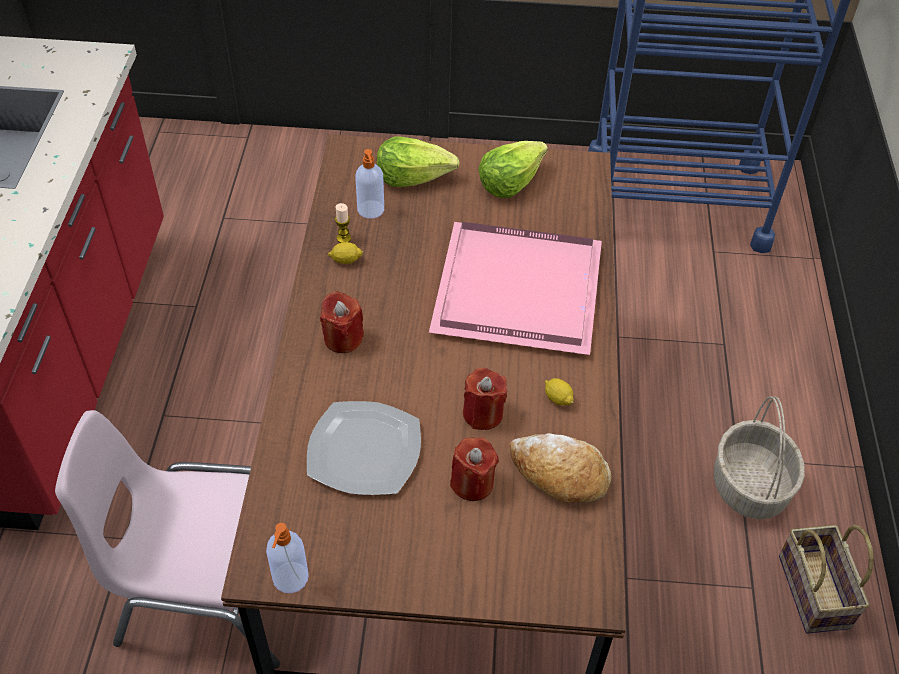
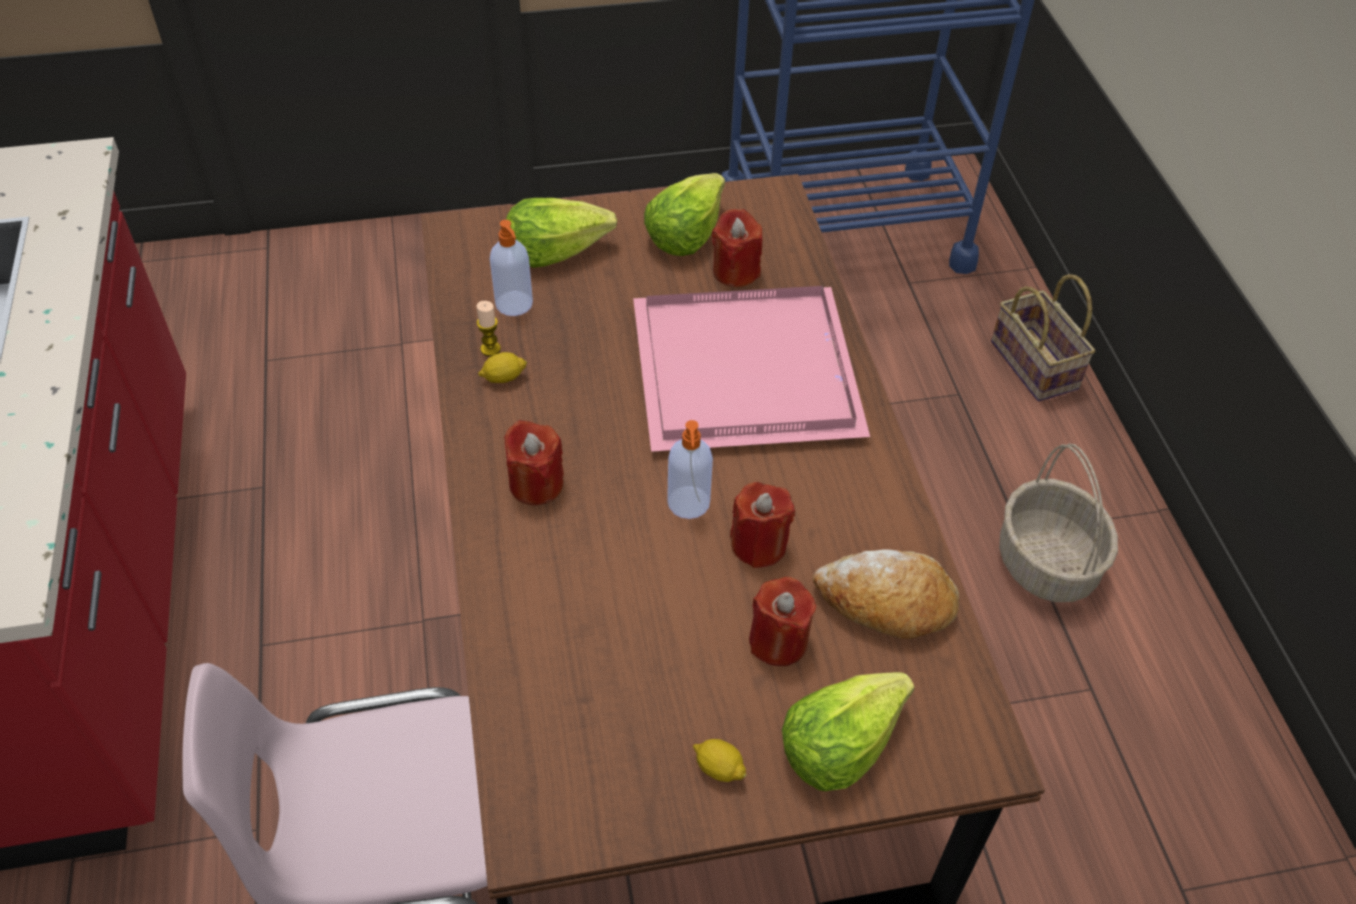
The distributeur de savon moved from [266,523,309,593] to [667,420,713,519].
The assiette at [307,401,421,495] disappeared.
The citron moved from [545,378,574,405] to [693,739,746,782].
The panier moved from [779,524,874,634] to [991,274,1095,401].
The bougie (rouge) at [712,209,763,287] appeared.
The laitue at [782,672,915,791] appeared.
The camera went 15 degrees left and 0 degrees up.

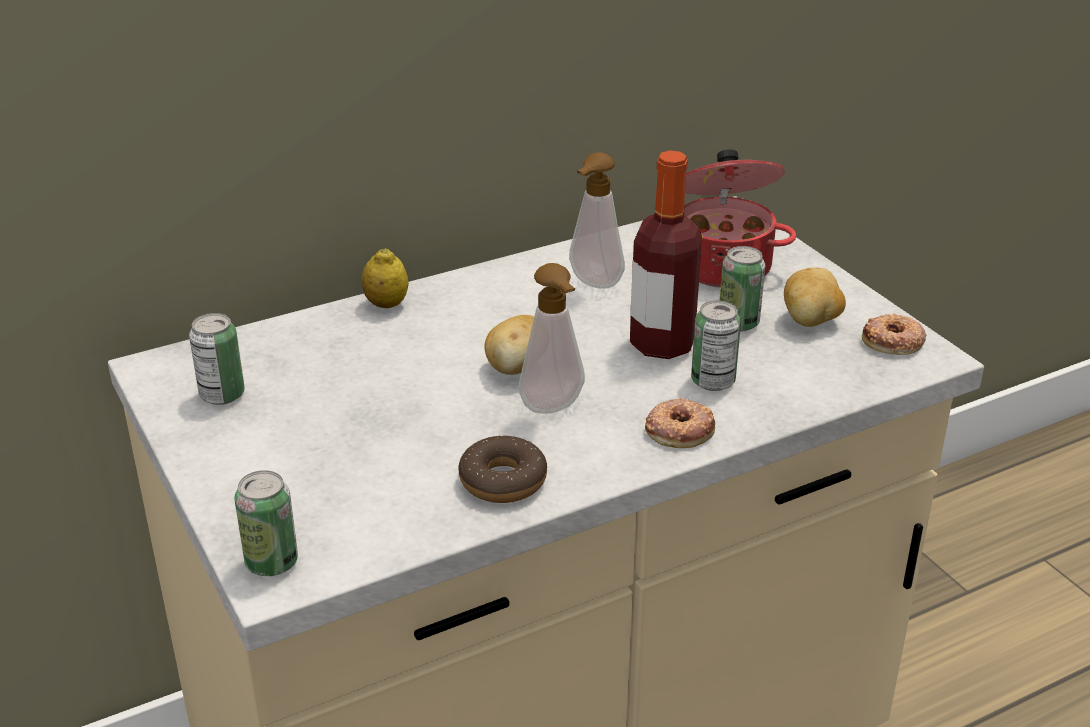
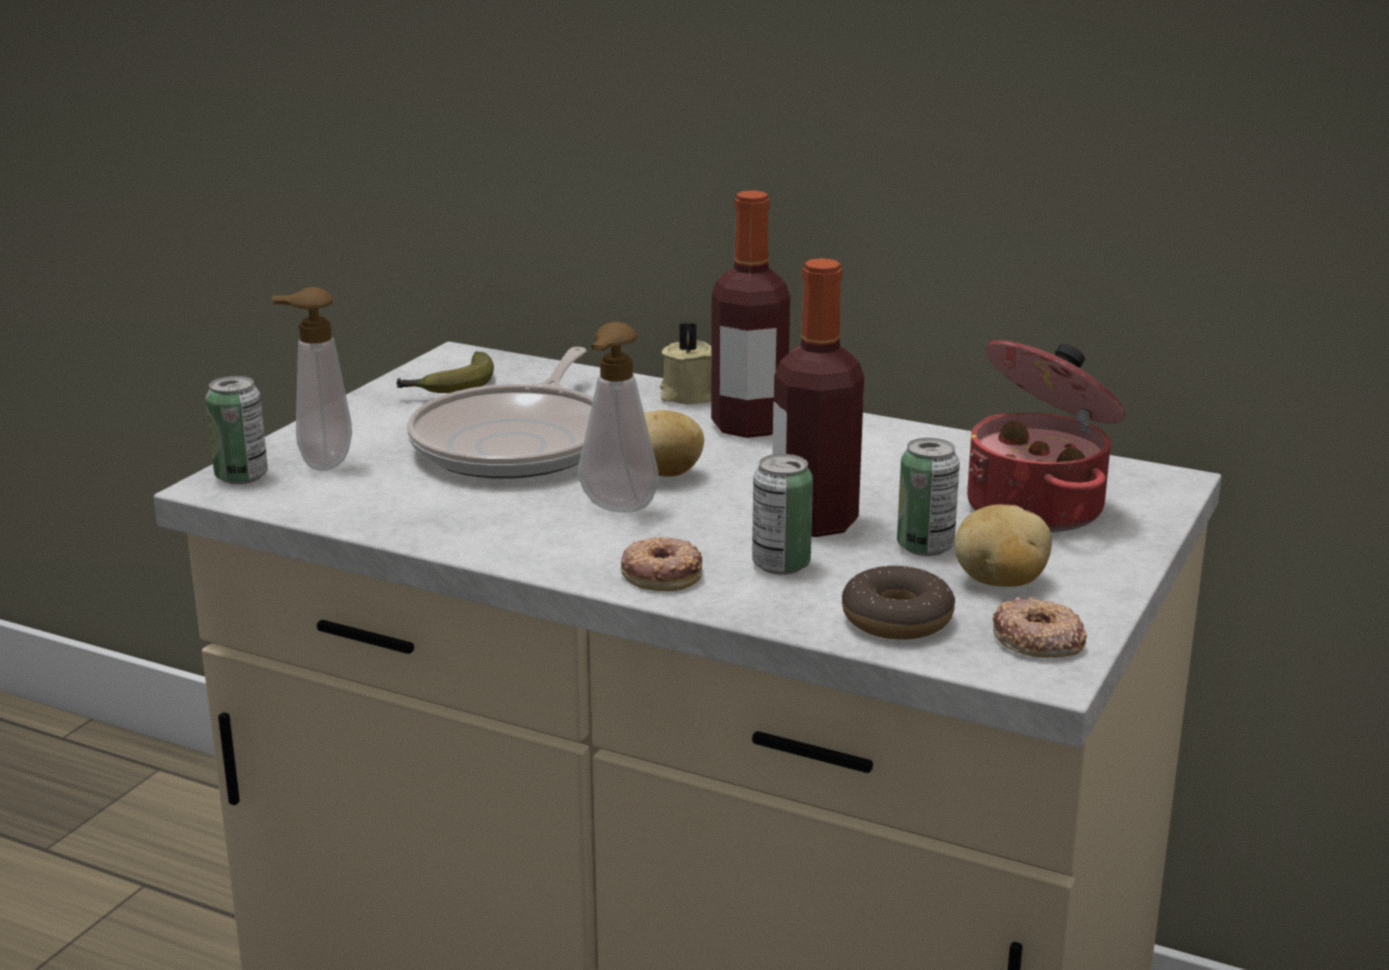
The boîte métallique at [189,313,245,405] was replaced by the banane at [396,351,494,393].
The citron at [361,248,409,308] was replaced by the bougie (beige) at [660,323,711,404].
The beignet moved from [458,436,547,503] to [842,566,955,640].
The distributeur de savon moved from [569,152,625,289] to [272,287,352,471].
The poêle at [407,347,594,479] appeared.
The bouteille at [711,190,790,438] appeared.
The camera went 55 degrees right and 10 degrees down.

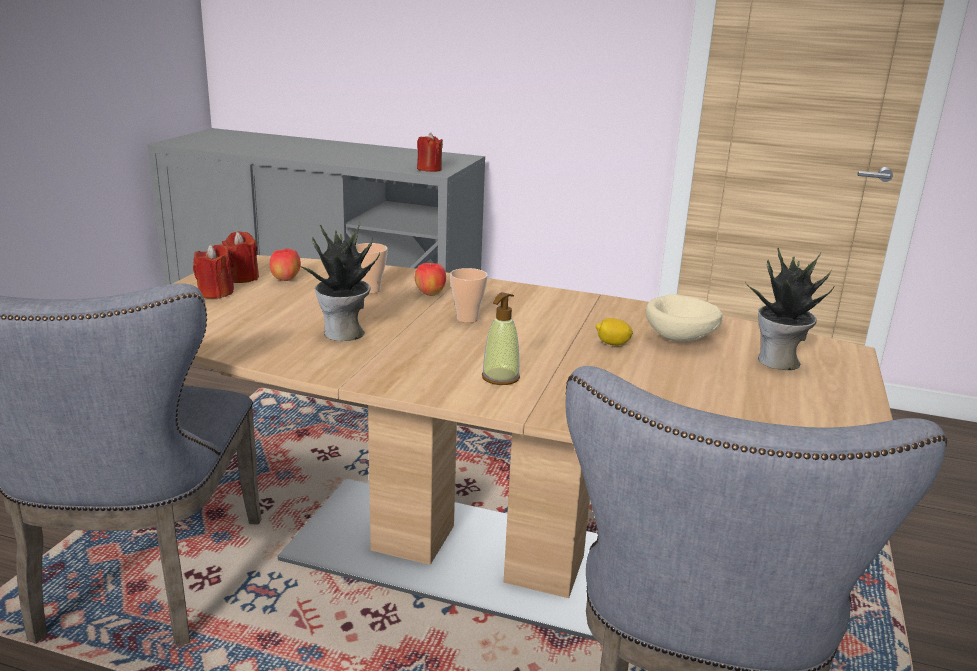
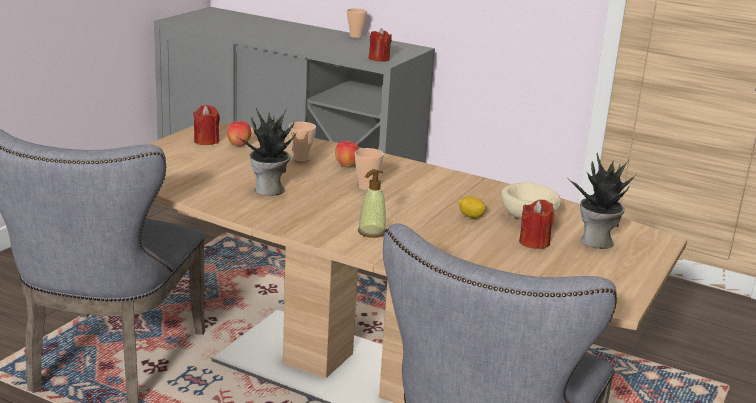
The bougie (rouge) moved from [193,244,234,299] to [519,200,554,249].
The tasse at [347,8,367,38] appeared.
The camera went 10 degrees right and 0 degrees up.

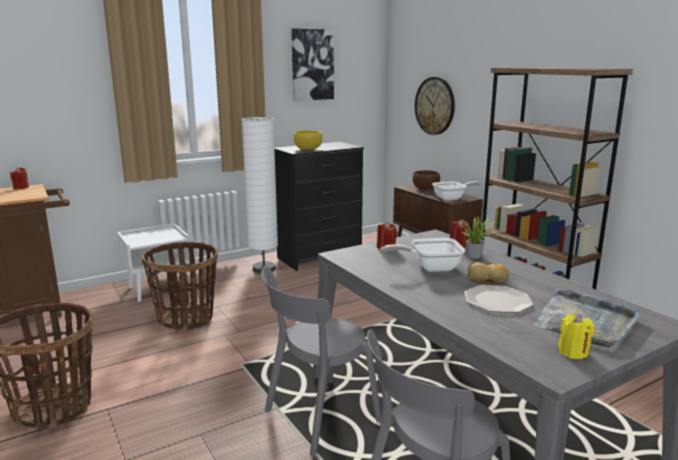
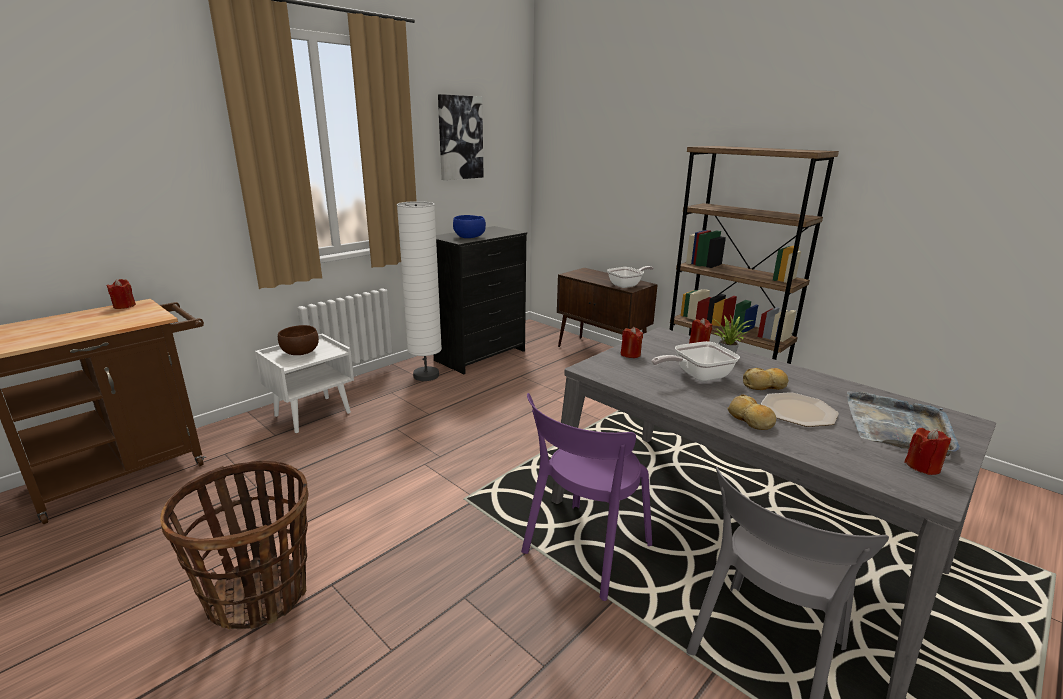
The panier at [142,241,218,331] disappeared.
The chaise (gris) at [261,266,382,456] became the chaise (violet) at [521,393,652,601].
The bol (jaune) at [294,130,322,150] became the bol (bleu) at [453,215,486,238].
The bol (marron) moved from [412,170,440,190] to [278,325,319,355].
The horloge murale at [415,77,455,135] disappeared.
The bougie (jaune) at [558,314,595,359] became the bougie (rouge) at [904,428,951,475].
The pain at [727,394,776,430] appeared.
The camera went 15 degrees left and 5 degrees up.

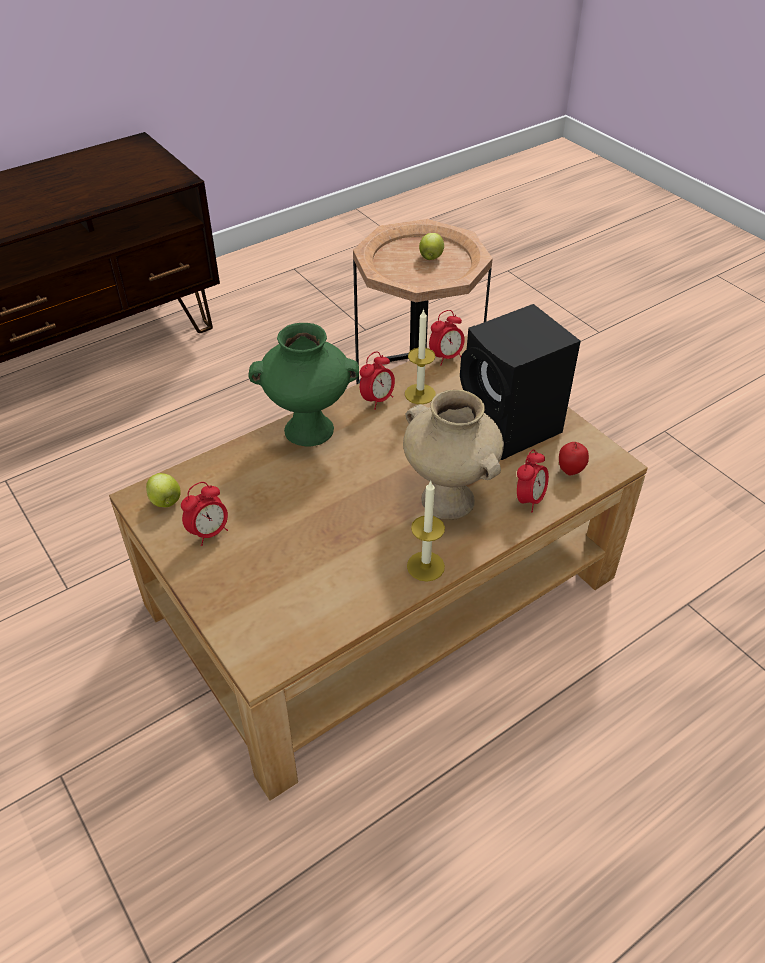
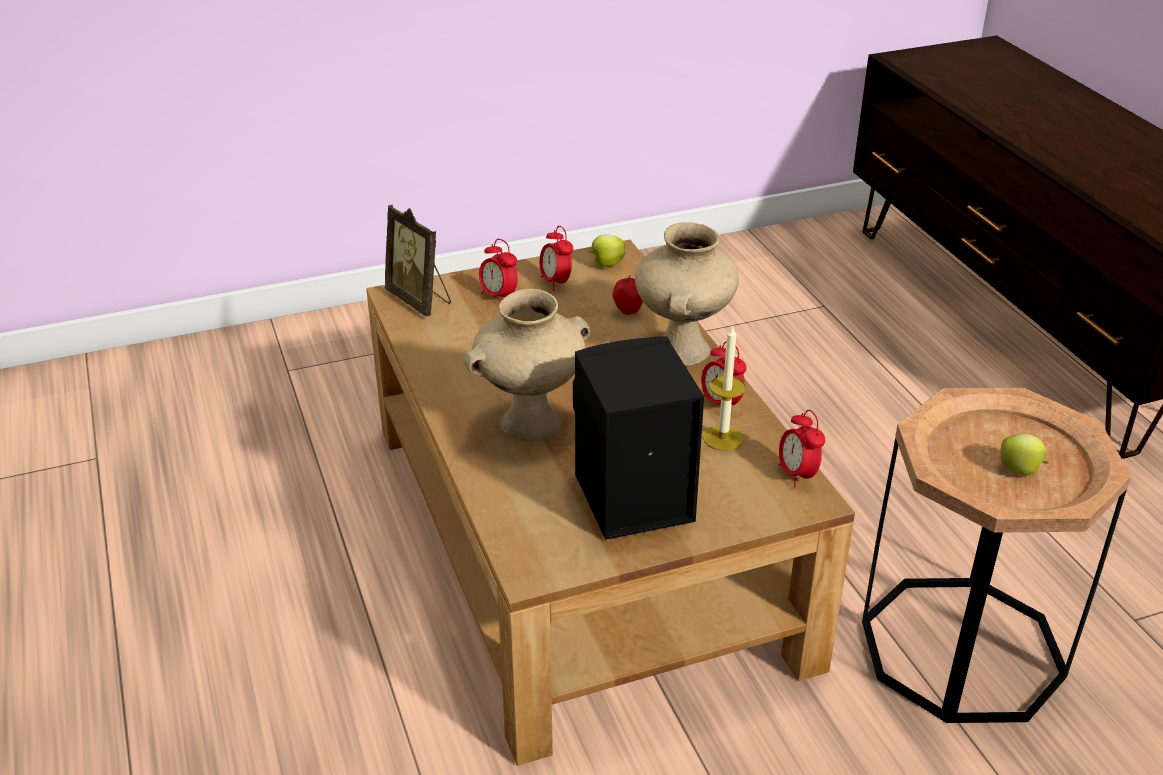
The vase (vert) at [248,323,359,446] became the vase (beige) at [635,222,739,366].
The bougie at [407,481,445,582] disappeared.
The réveil moved from [517,449,549,513] to [479,239,518,301].
The pomme moved from [559,442,589,475] to [612,275,643,315].
The cadre photo at [385,205,451,317] appeared.
The camera went 105 degrees right and 10 degrees down.

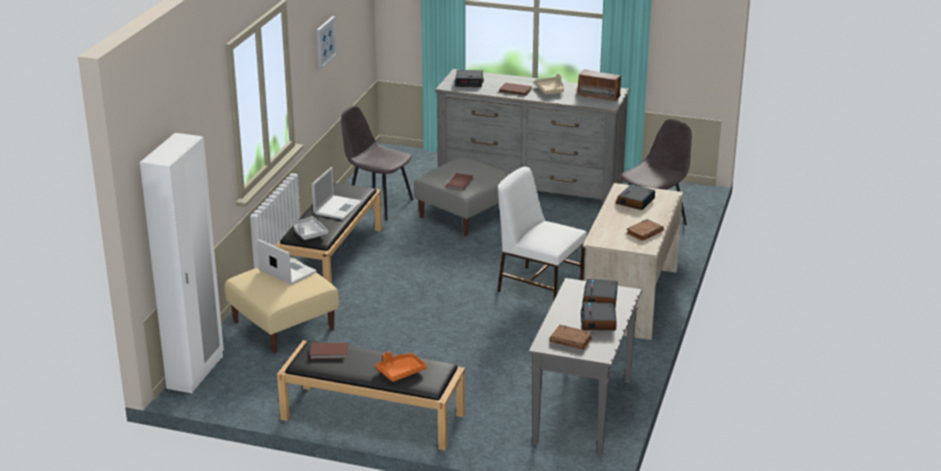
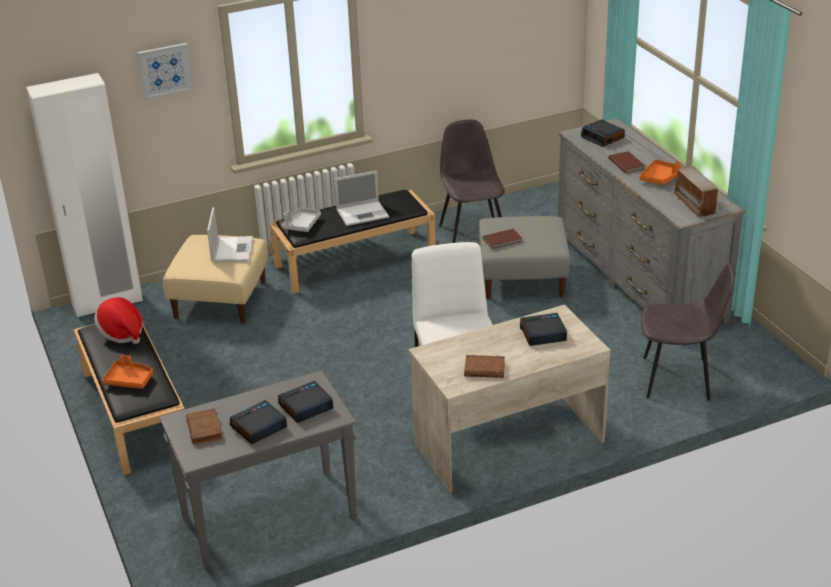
The livre (marron) at [310,343,348,359] was replaced by the chapeau at [94,297,143,344].
The tableau moved from [317,16,337,70] to [137,43,194,100].
The plateau (beige) at [535,74,564,95] became the plateau (orange) at [639,159,682,185].
The camera went 50 degrees right and 5 degrees up.

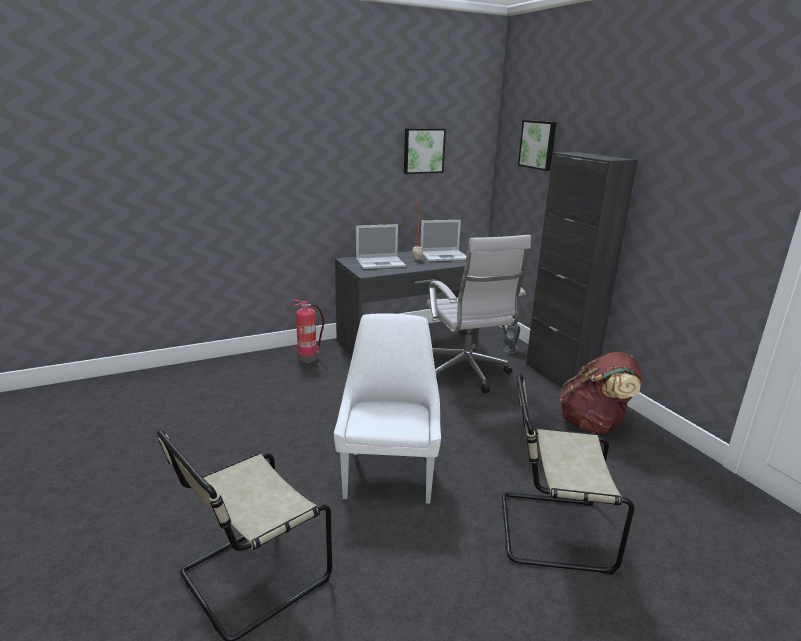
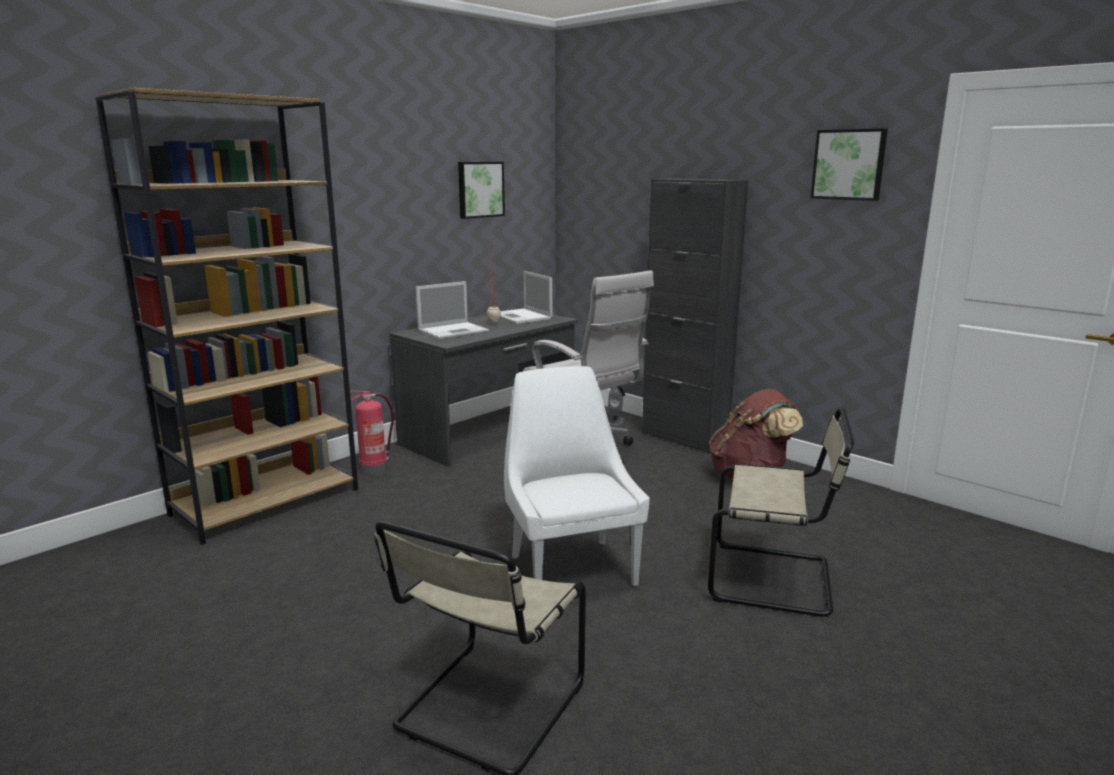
The ordinateur portable at [420,220,466,261] turned 90 degrees clockwise.
The chaise (beige) at [502,373,634,575] turned 150 degrees counterclockwise.
The tableau moved from [518,120,556,171] to [811,128,888,201].
The bibliothèque (marron) at [95,88,358,545] appeared.
The camera went 20 degrees left and 5 degrees down.

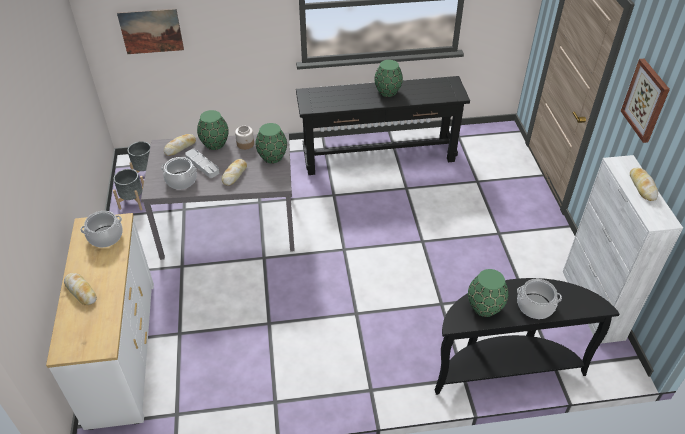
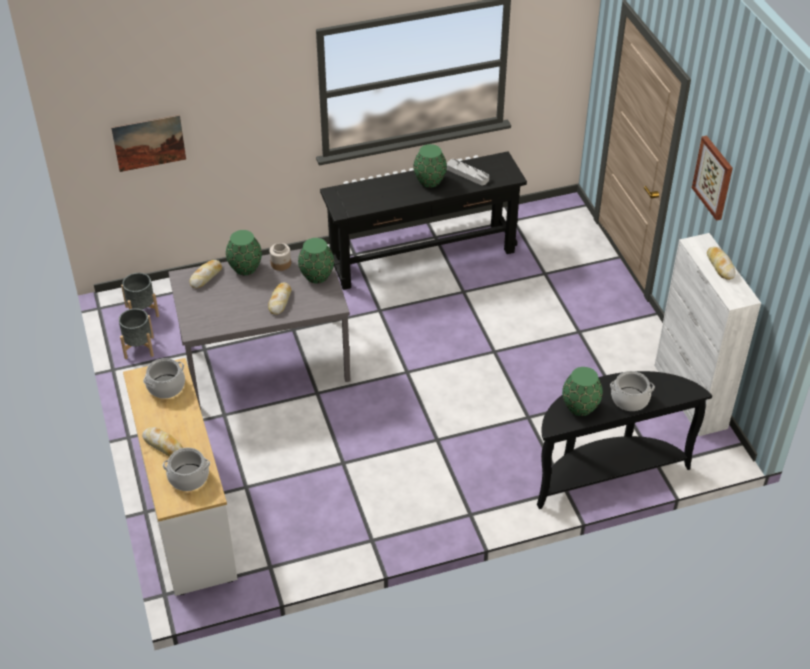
The marmite moved from [161,157,197,189] to [163,448,210,491].
The plateau (gris) moved from [185,149,219,178] to [447,159,489,185].
The camera went 10 degrees left and 0 degrees up.

